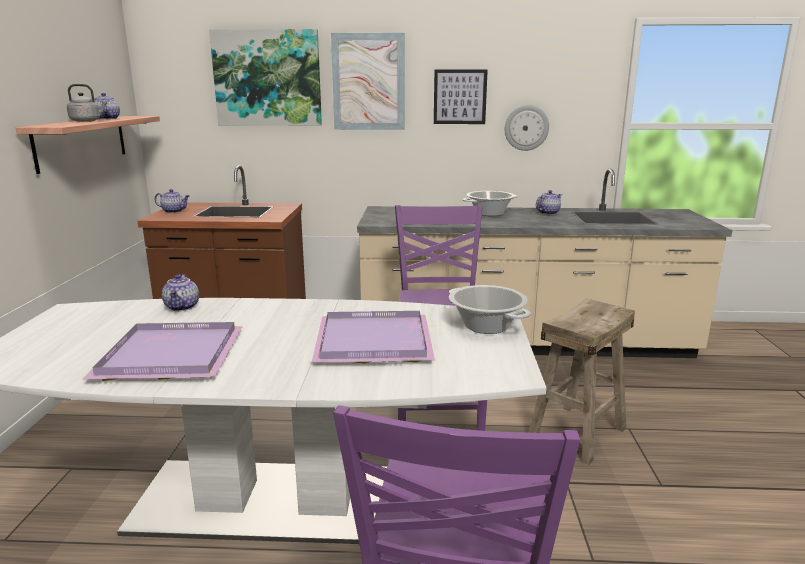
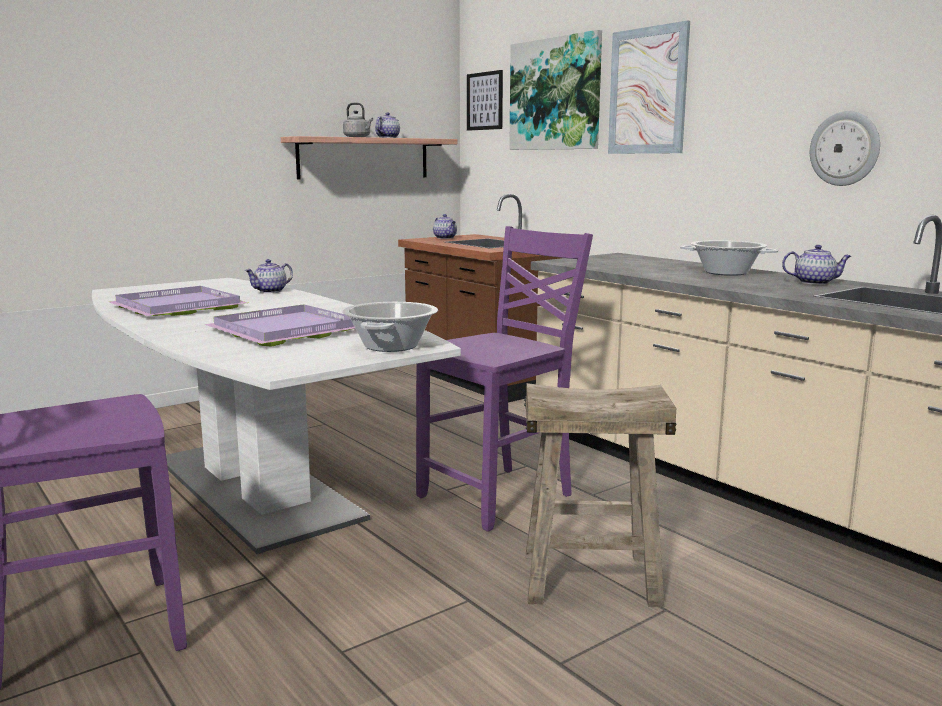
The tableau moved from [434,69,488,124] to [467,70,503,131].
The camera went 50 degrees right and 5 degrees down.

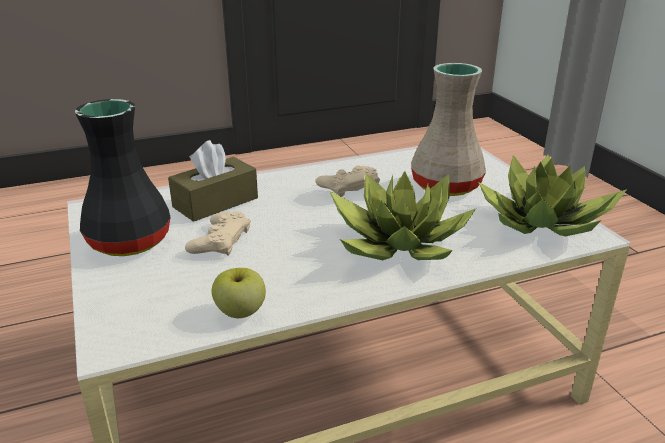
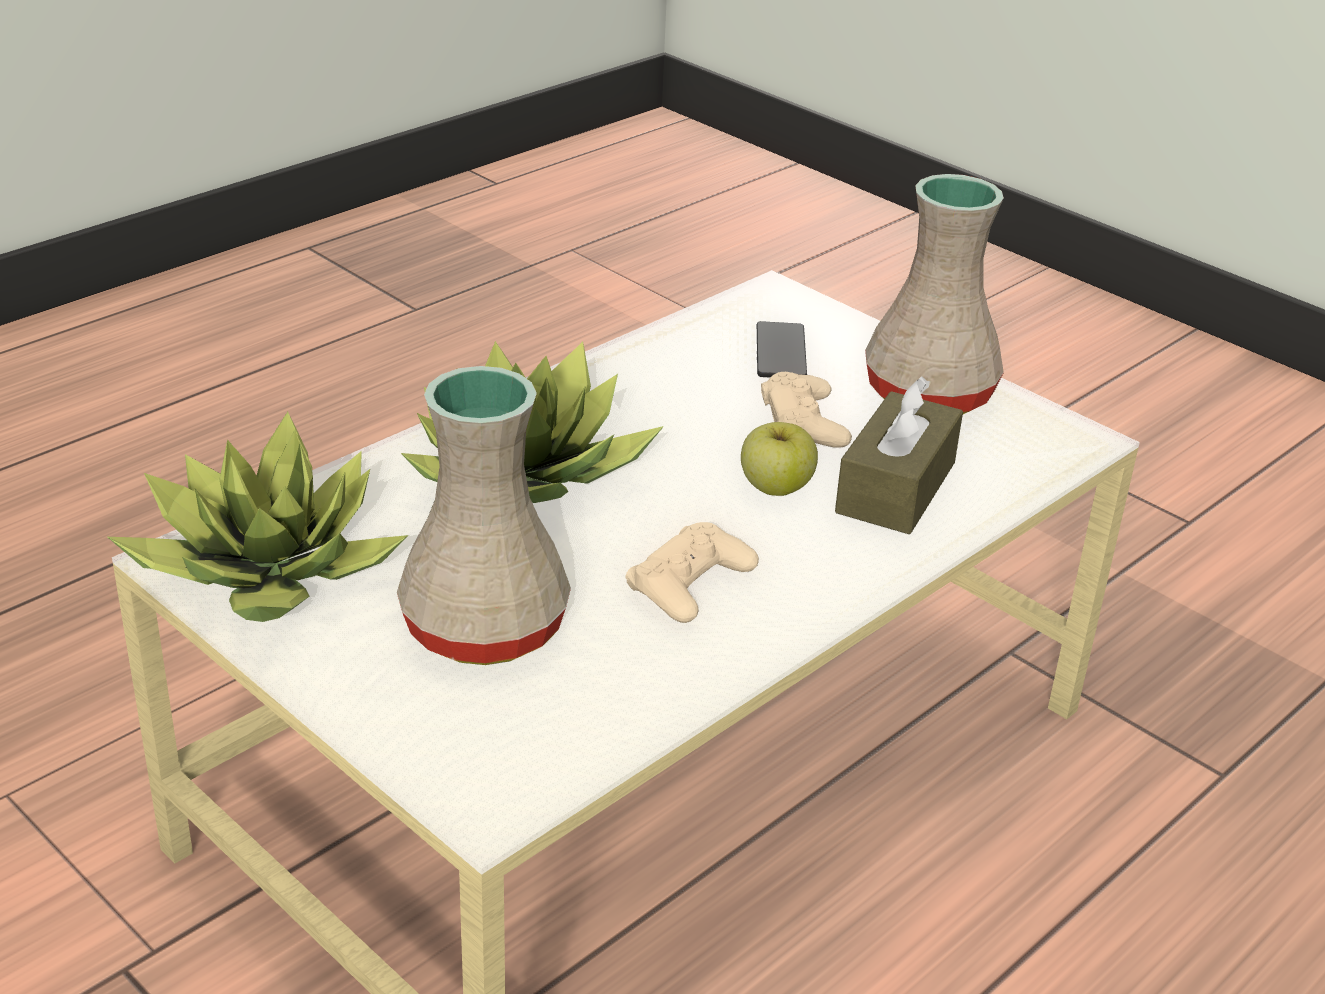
The vase (noir) at [75,99,171,256] became the vase (beige) at [865,174,1004,414].
The pomme moved from [212,268,266,318] to [741,422,818,496].
The téléphone at [757,321,807,378] appeared.
The camera went 155 degrees right and 5 degrees up.

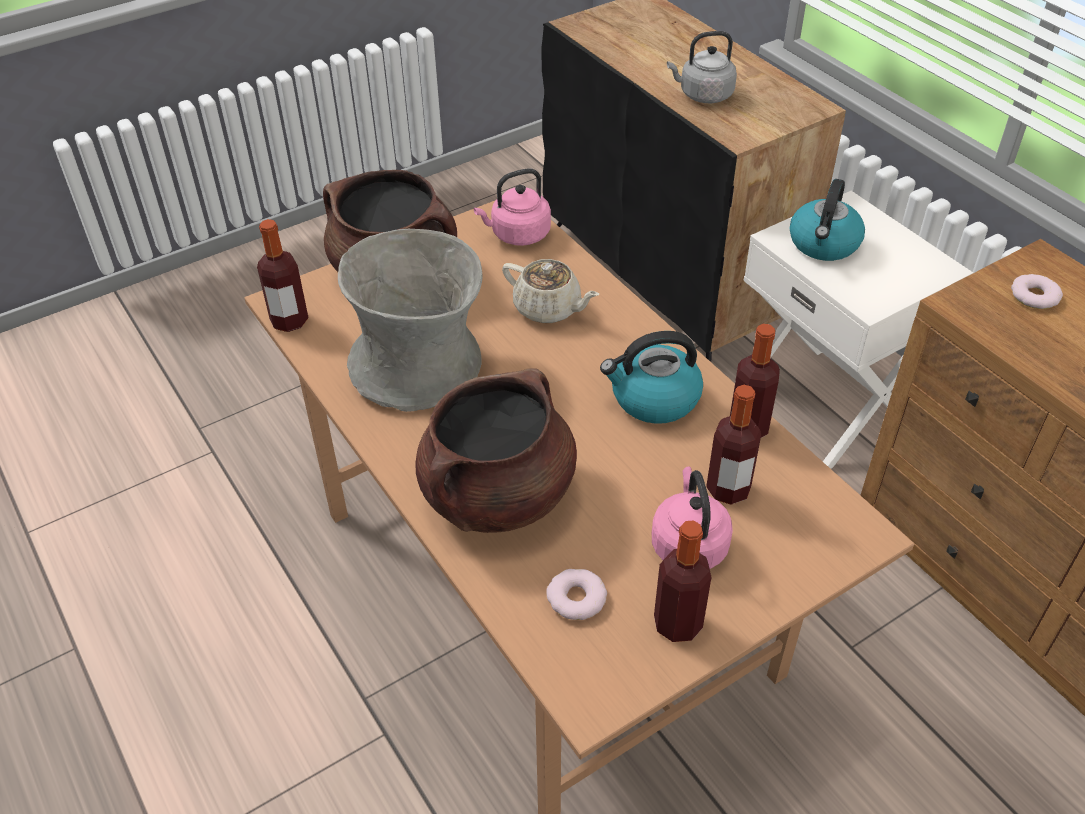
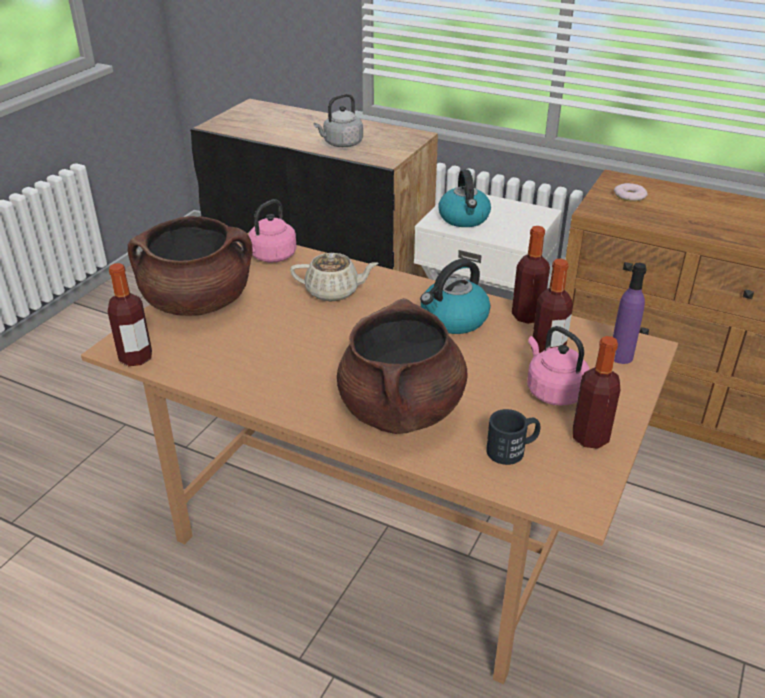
The vase (gris) at [338,229,483,412] disappeared.
The beignet at [546,569,607,620] was replaced by the mug (noir) at [486,409,540,465].
The bouteille (violet) at [613,263,647,364] appeared.
The camera went 30 degrees left and 10 degrees down.

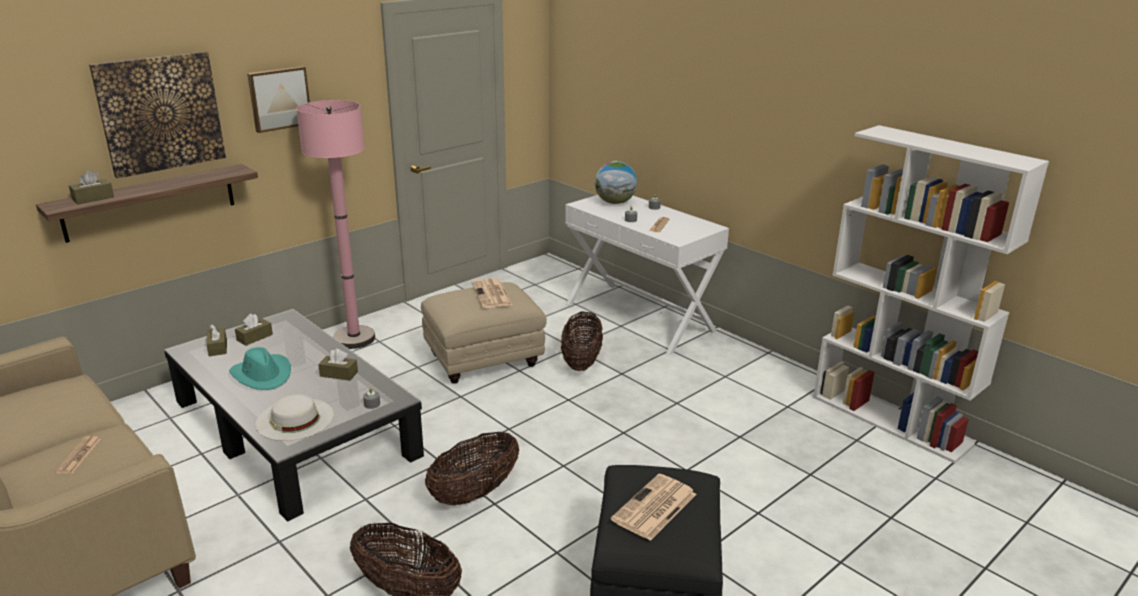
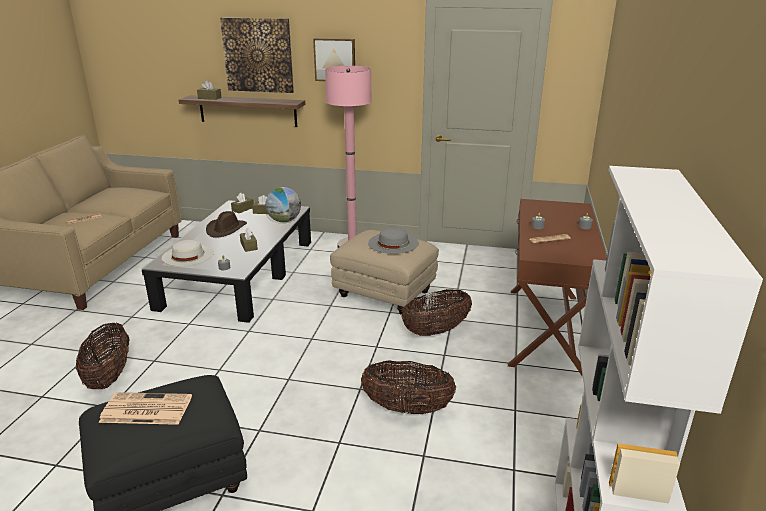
The chapeau (turquoise) at [229,347,291,390] became the chapeau (marron) at [206,211,247,238].
The panier moved from [425,431,519,506] to [361,360,456,414].
The journal at [472,278,512,308] was replaced by the chapeau (gris) at [368,227,419,254].
The table console (blanc) at [565,195,729,355] became the table console (marron) at [508,199,607,376].
The globe moved from [595,161,637,204] to [265,187,301,222].
The camera went 55 degrees right and 0 degrees up.

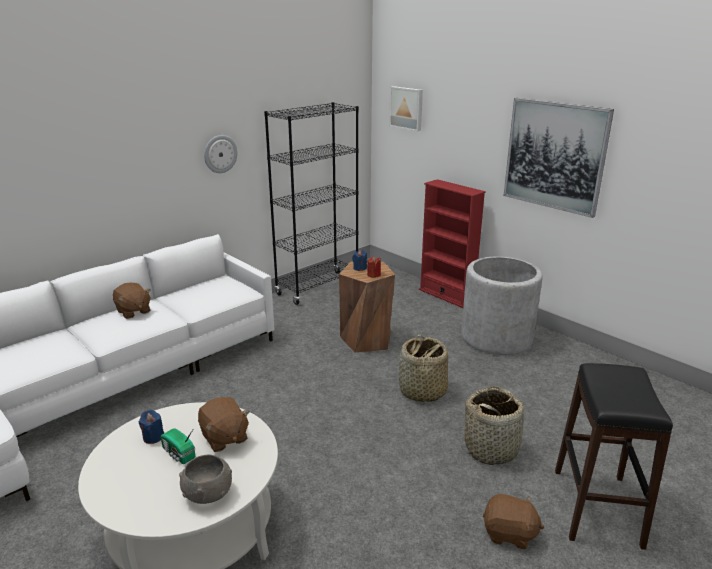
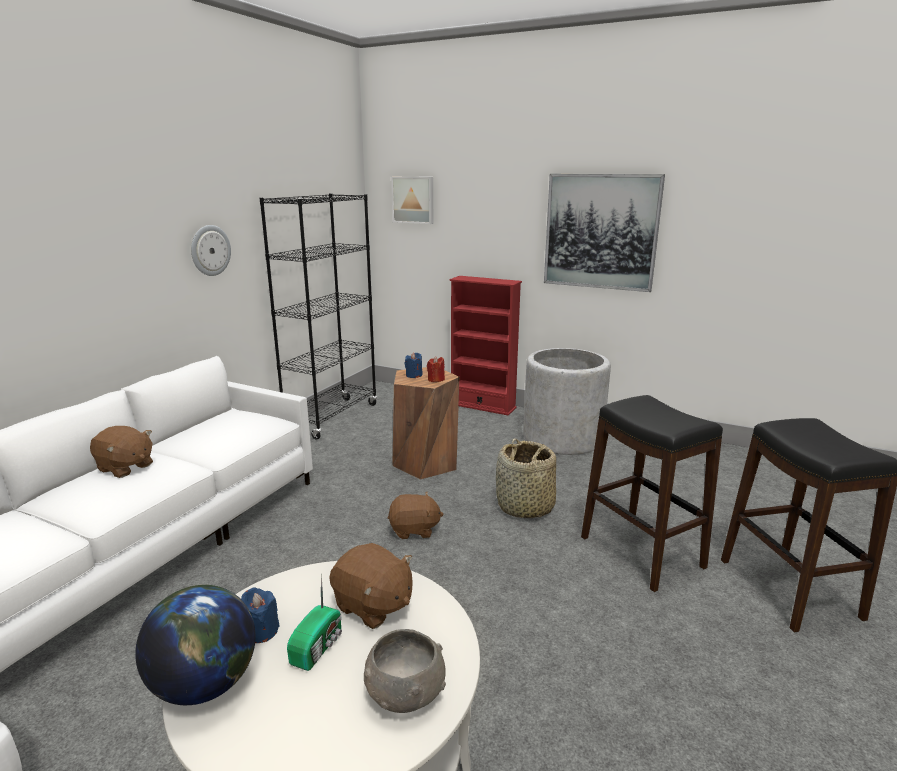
The radio at [161,428,195,464] turned 90 degrees counterclockwise.
The panier at [461,386,530,465] was replaced by the tabouret (noir) at [581,395,723,592].
The peluche (marron) moved from [483,494,544,550] to [388,492,444,539].
The globe at [135,585,256,705] appeared.
The camera went 20 degrees left and 5 degrees down.

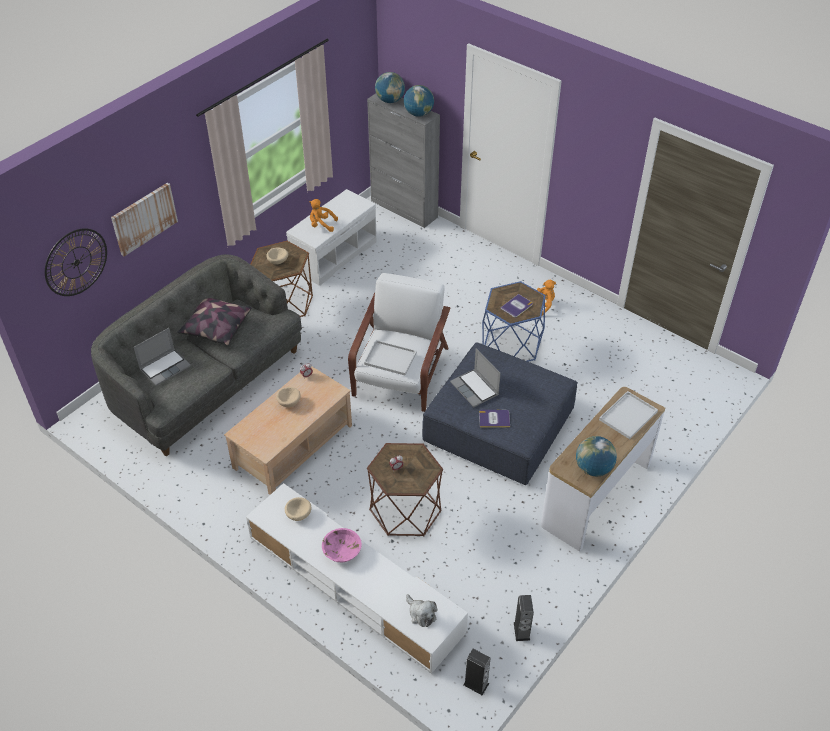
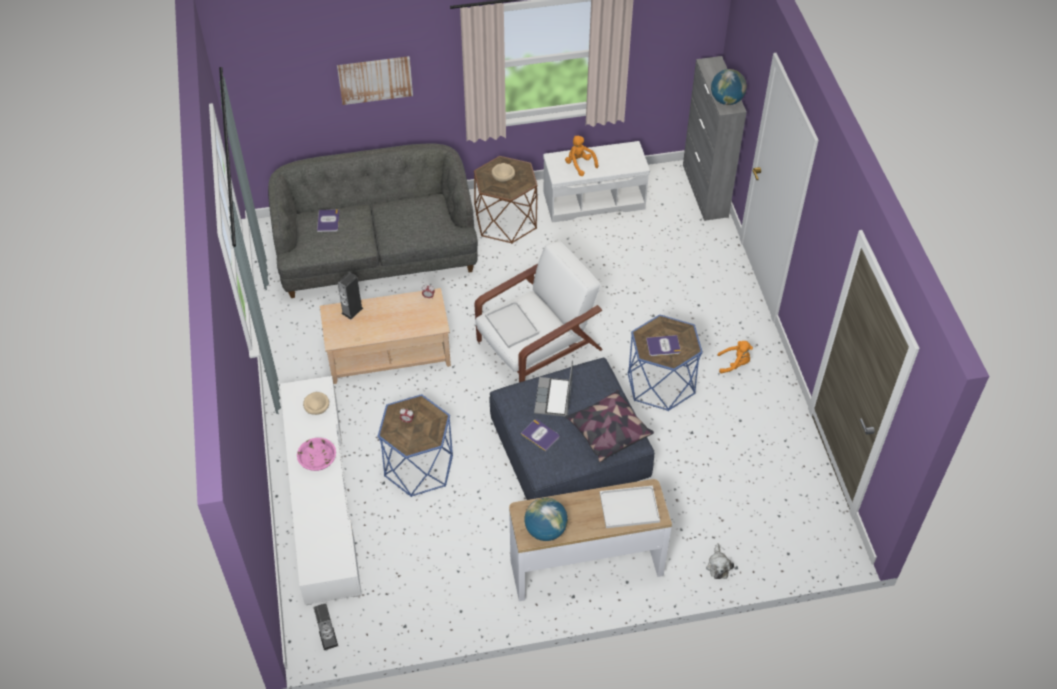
The horloge murale at [45,228,107,296] disappeared.
The ordinateur portable at [133,328,191,386] was replaced by the livre at [317,209,340,232].
The coussin moved from [177,298,252,346] to [565,390,654,462].
The bol (beige) at [276,387,301,407] disappeared.
The table d'appoint (marron) at [367,443,443,536] became the table d'appoint (bleu) at [377,394,453,497].
The globe at [375,72,405,103] disappeared.
The peluche moved from [406,594,437,627] to [706,543,734,579].
The enceinte moved from [514,595,534,641] to [337,272,363,320].
The camera went 40 degrees right and 5 degrees up.

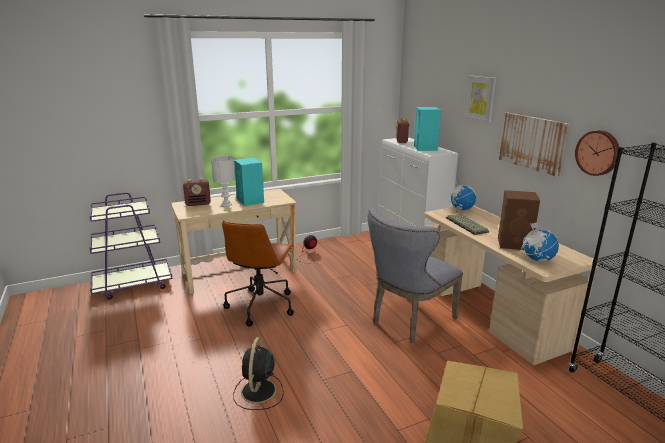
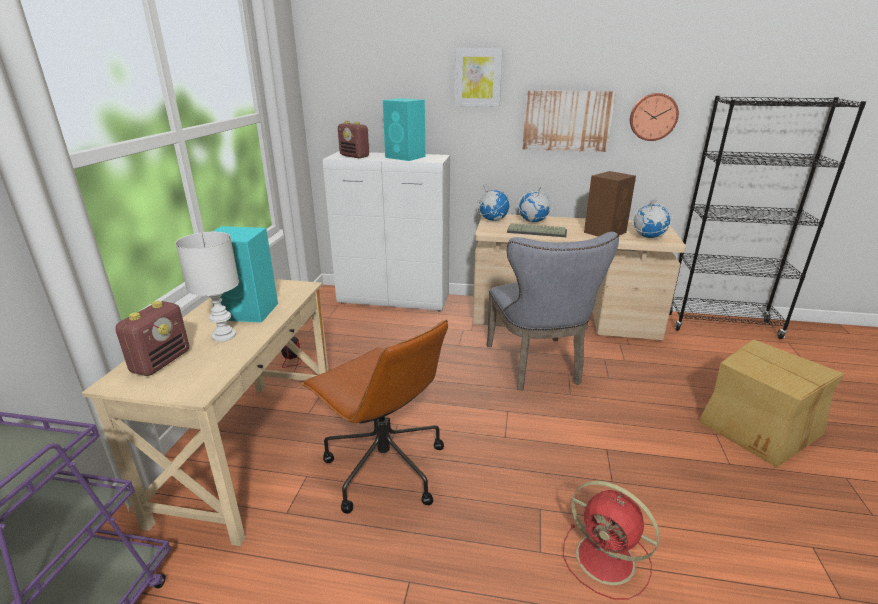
The ventilateur (noir) at [233,337,284,410] became the ventilateur (rouge) at [563,481,660,600].
The globe at [518,186,553,222] appeared.
The camera went 55 degrees left and 5 degrees up.

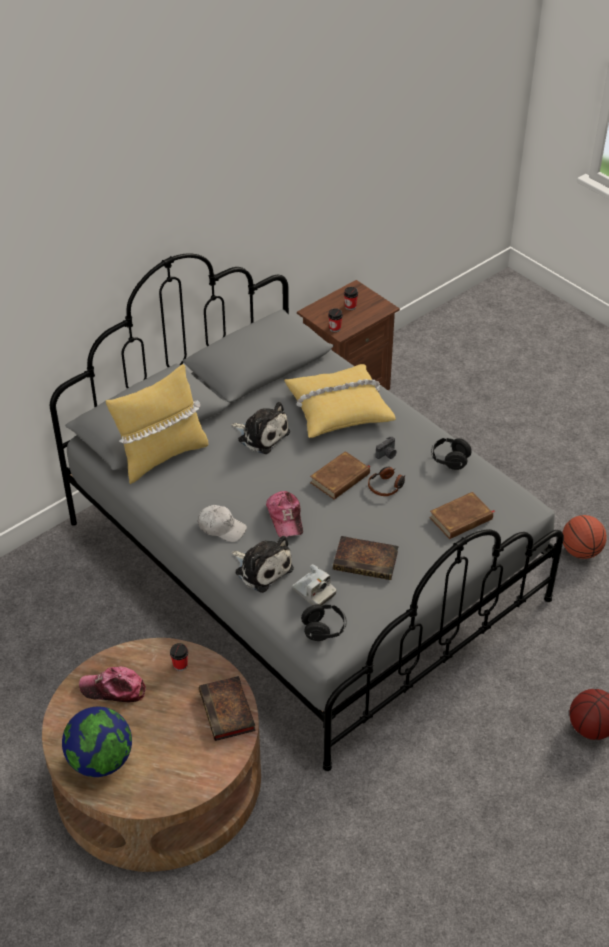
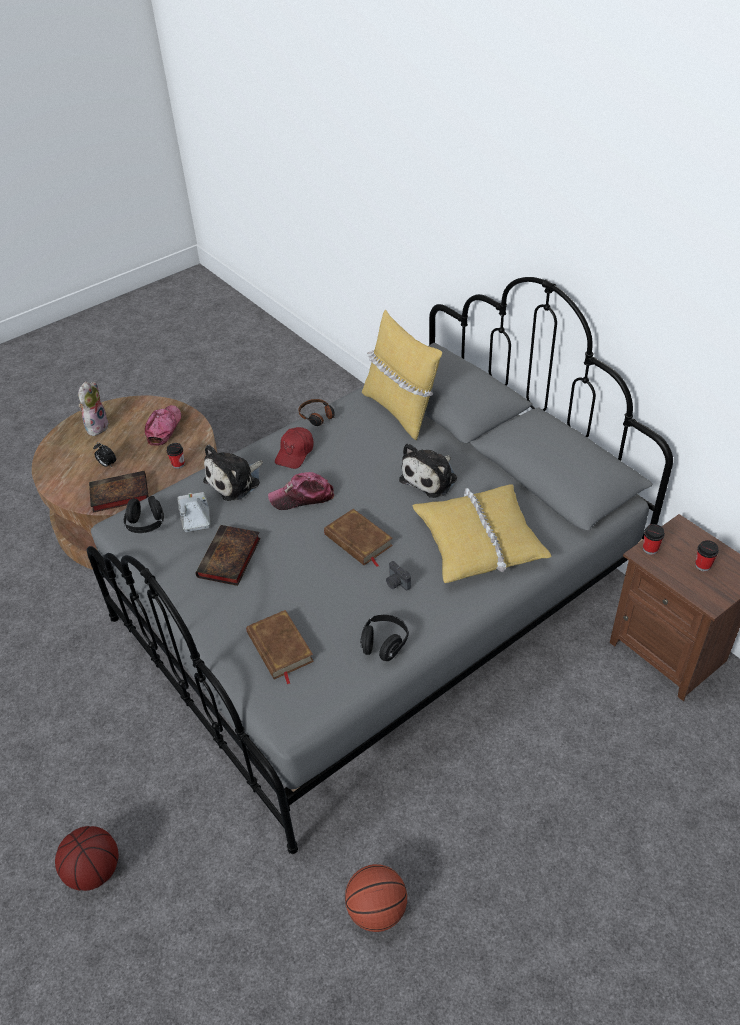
The globe at [62,707,132,777] was replaced by the peluche at [78,381,110,436].
The casquette (blanc) at [198,505,247,542] became the casquette (rouge) at [275,427,314,469].
The appareil photo at [292,564,336,606] turned 120 degrees clockwise.
The casque audio moved from [368,467,405,496] to [298,399,335,426].
The réveil at [93,442,116,467] appeared.
The camera went 95 degrees right and 0 degrees up.

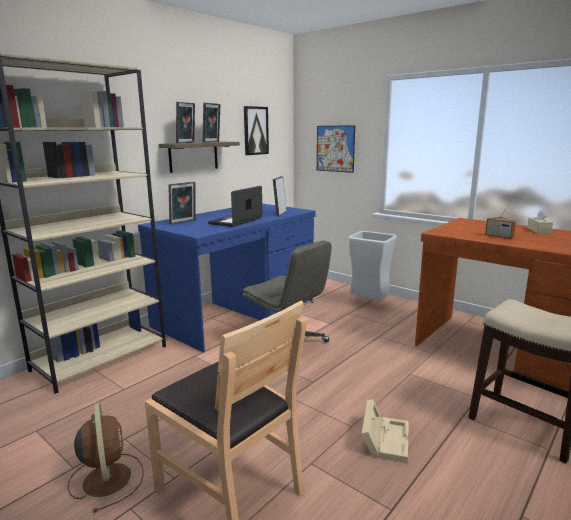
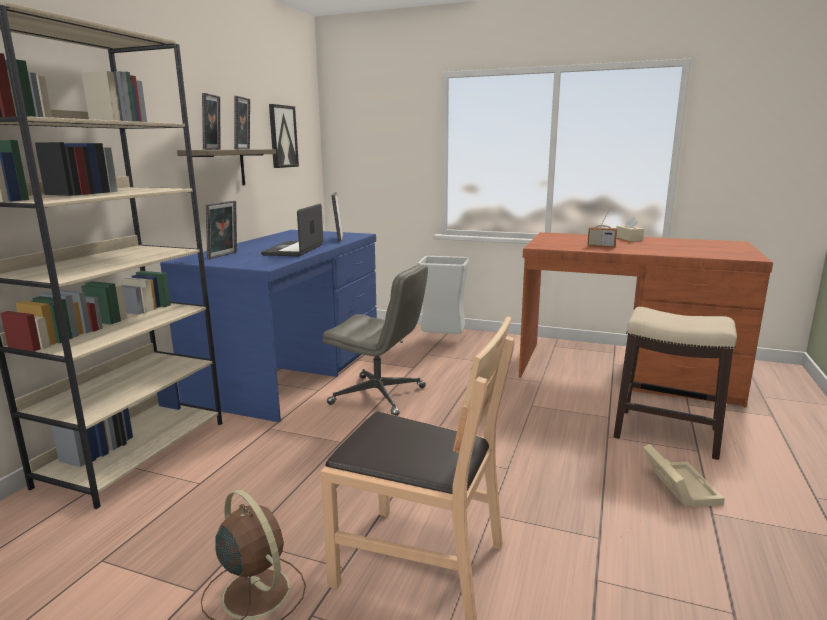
The tableau at [317,125,355,173] disappeared.
The boîte de rangement (beige) moved from [361,399,409,463] to [643,444,725,507].
The camera went 20 degrees left and 0 degrees up.

